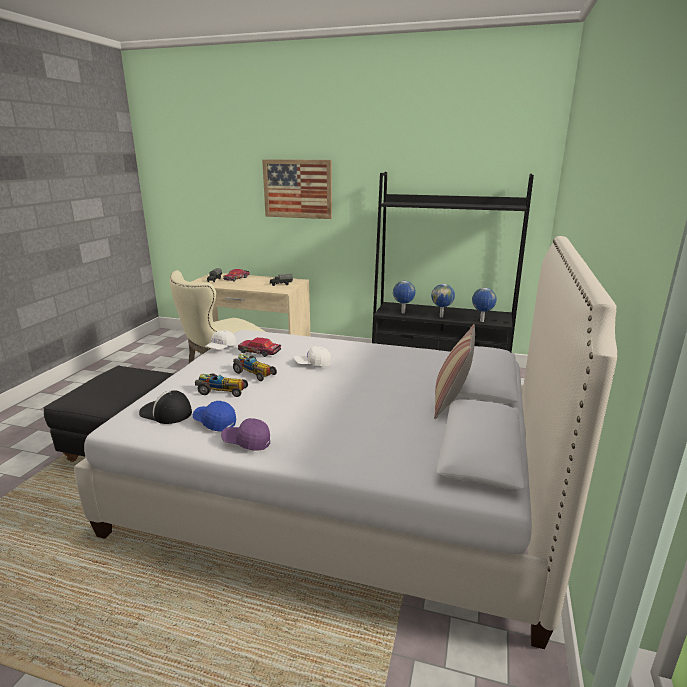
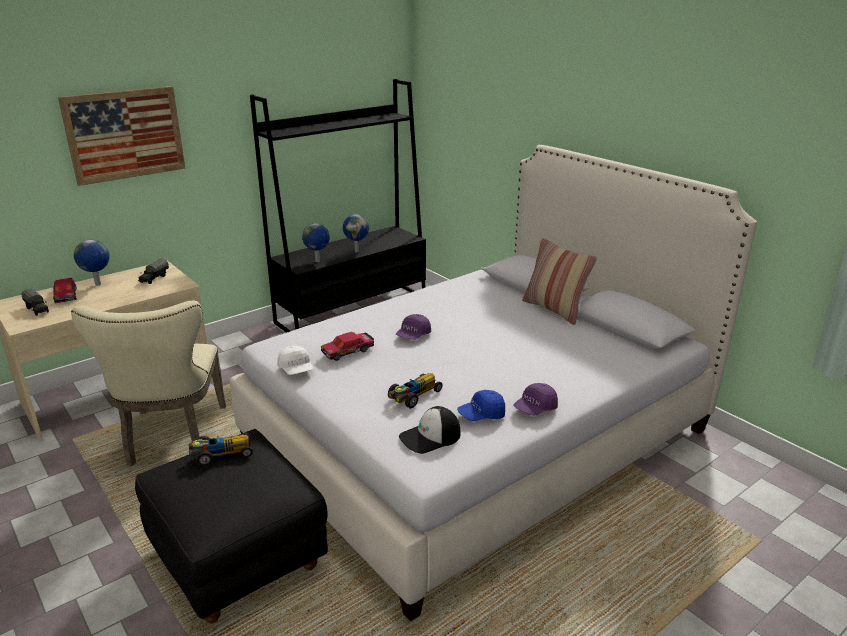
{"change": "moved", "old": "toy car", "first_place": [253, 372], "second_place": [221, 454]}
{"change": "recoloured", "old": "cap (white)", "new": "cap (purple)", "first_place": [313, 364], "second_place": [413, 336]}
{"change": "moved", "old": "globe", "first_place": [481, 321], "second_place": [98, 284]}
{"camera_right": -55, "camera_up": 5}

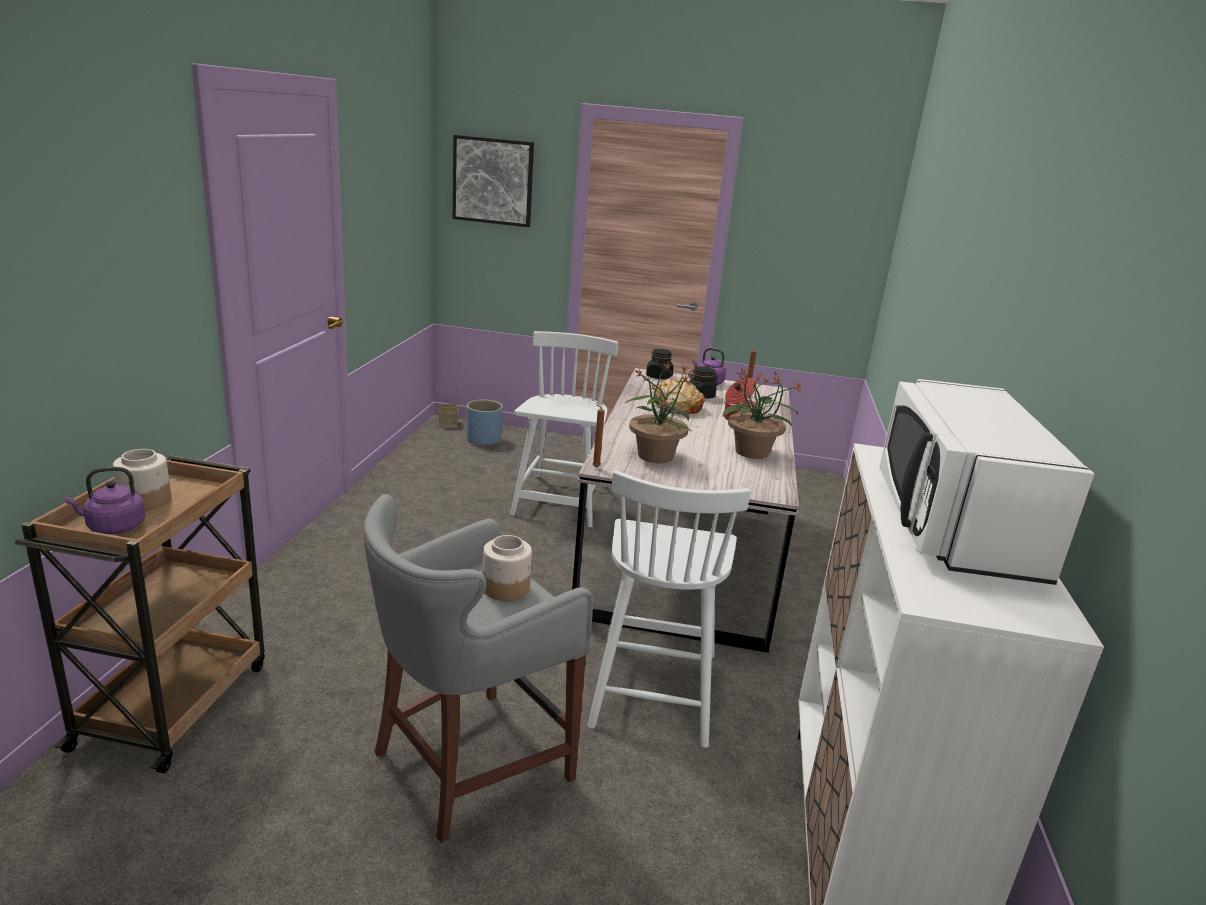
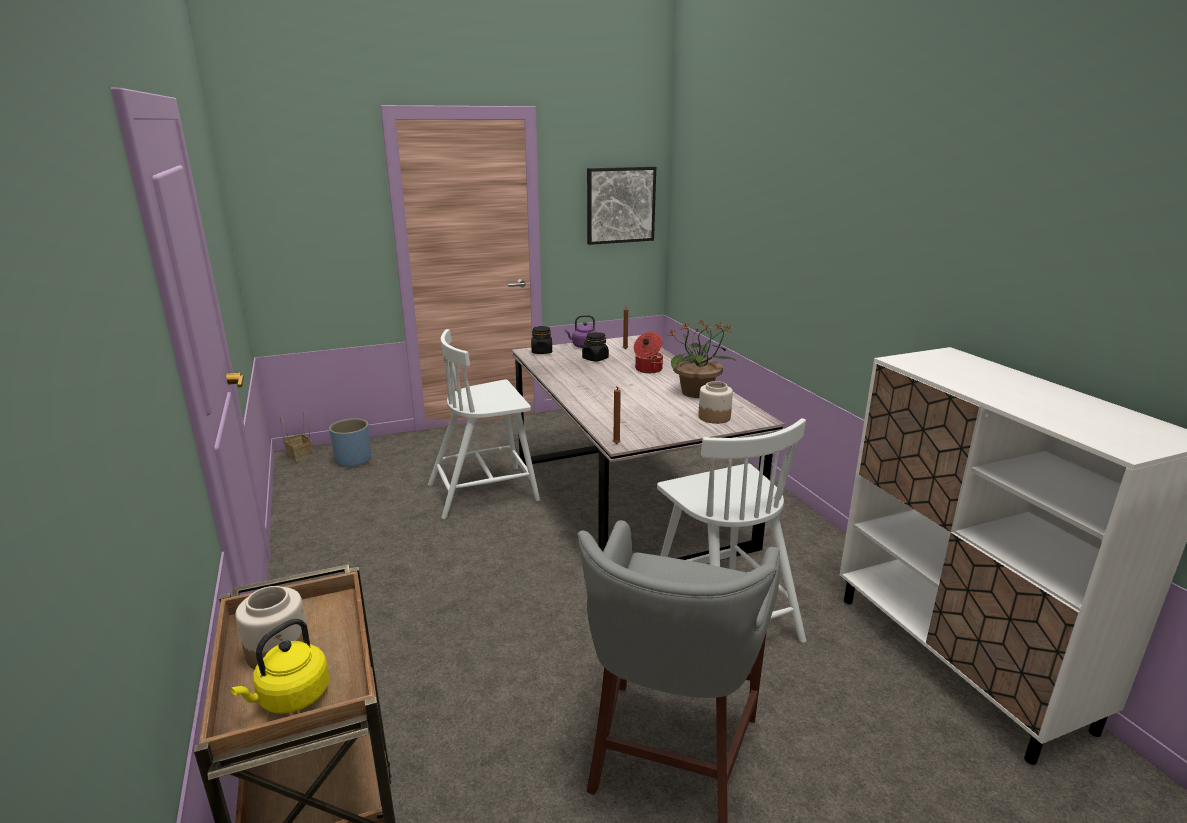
{"change": "recoloured", "old": "kettle (purple)", "new": "kettle (yellow)", "first_place": [113, 527], "second_place": [291, 698]}
{"change": "moved", "old": "picture", "first_place": [493, 181], "second_place": [620, 205]}
{"change": "moved", "old": "jar", "first_place": [506, 588], "second_place": [714, 417]}
{"change": "turned", "old": "chair (white)", "first_place": [561, 501], "second_place": [485, 491], "degrees": -90}
{"change": "removed", "old": "potted plant", "first_place": [655, 455]}
{"change": "removed", "old": "bread", "first_place": [676, 406]}
{"change": "removed", "old": "microwave (white)", "first_place": [951, 525]}
{"camera_right": -30, "camera_up": 0}

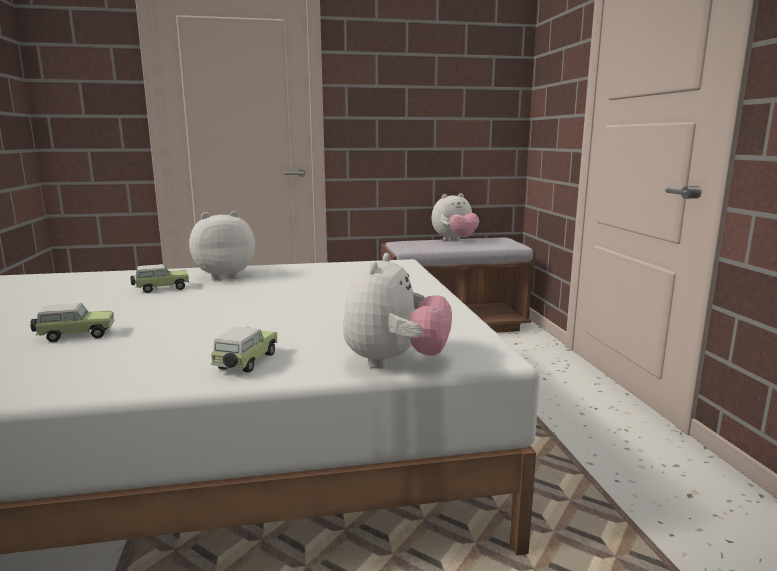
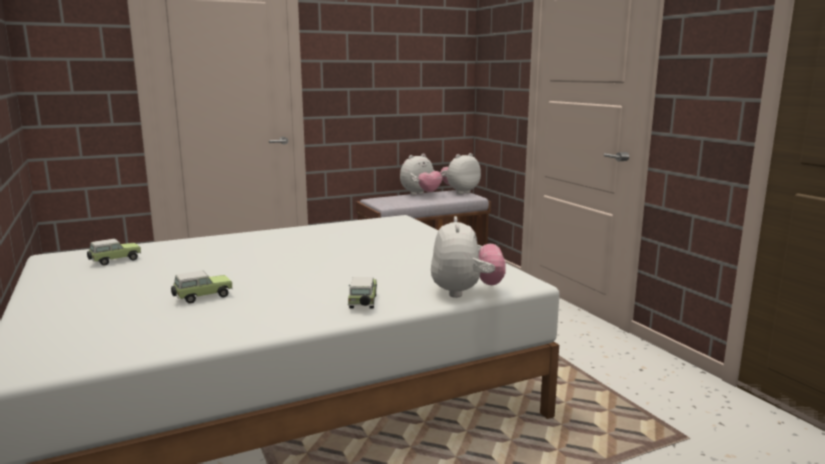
{"change": "moved", "old": "toy car", "first_place": [161, 289], "second_place": [114, 261]}
{"change": "moved", "old": "plush toy", "first_place": [224, 276], "second_place": [459, 192]}
{"camera_right": -15, "camera_up": 0}

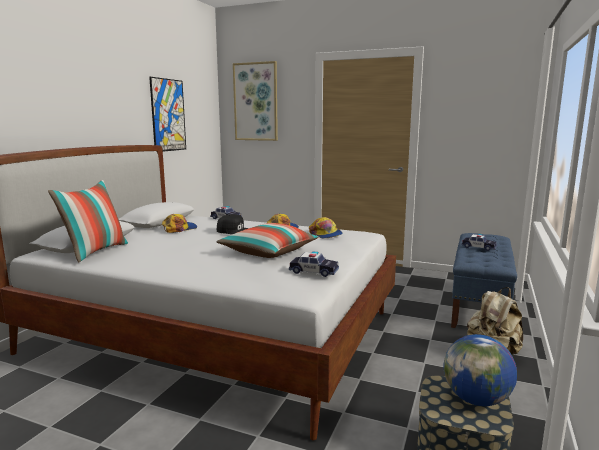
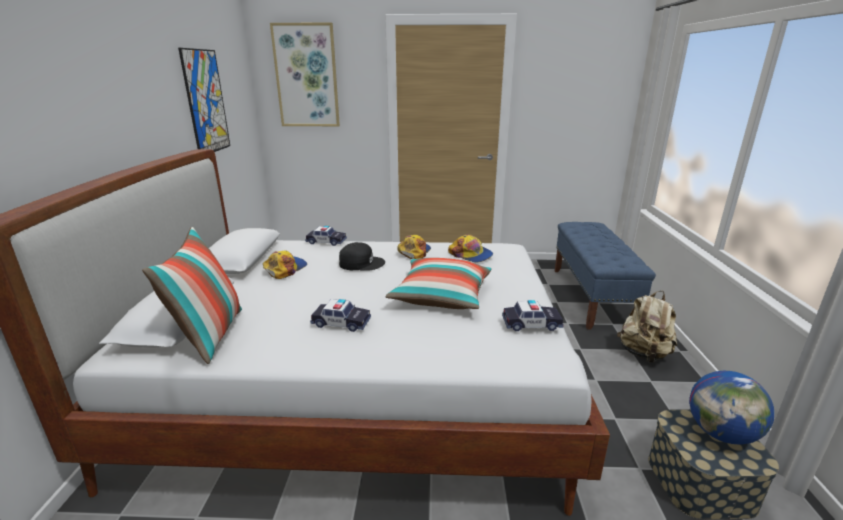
{"change": "moved", "old": "toy car", "first_place": [478, 247], "second_place": [341, 323]}
{"camera_right": -20, "camera_up": 10}

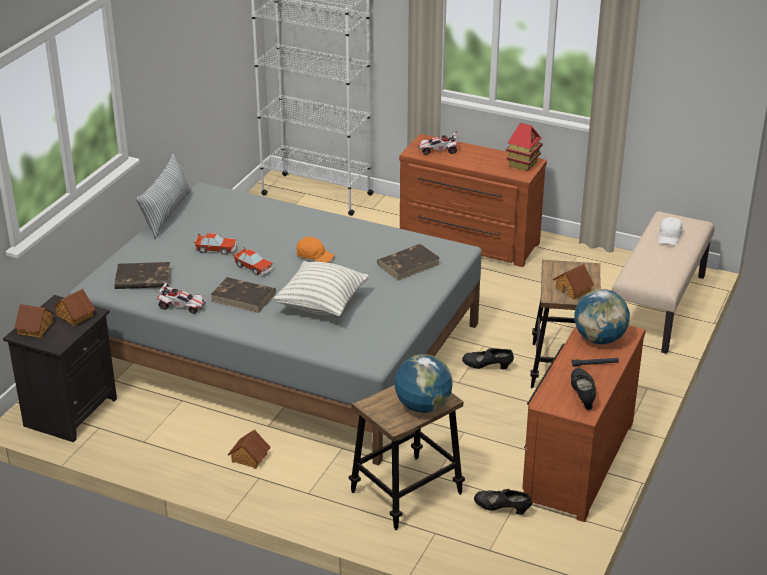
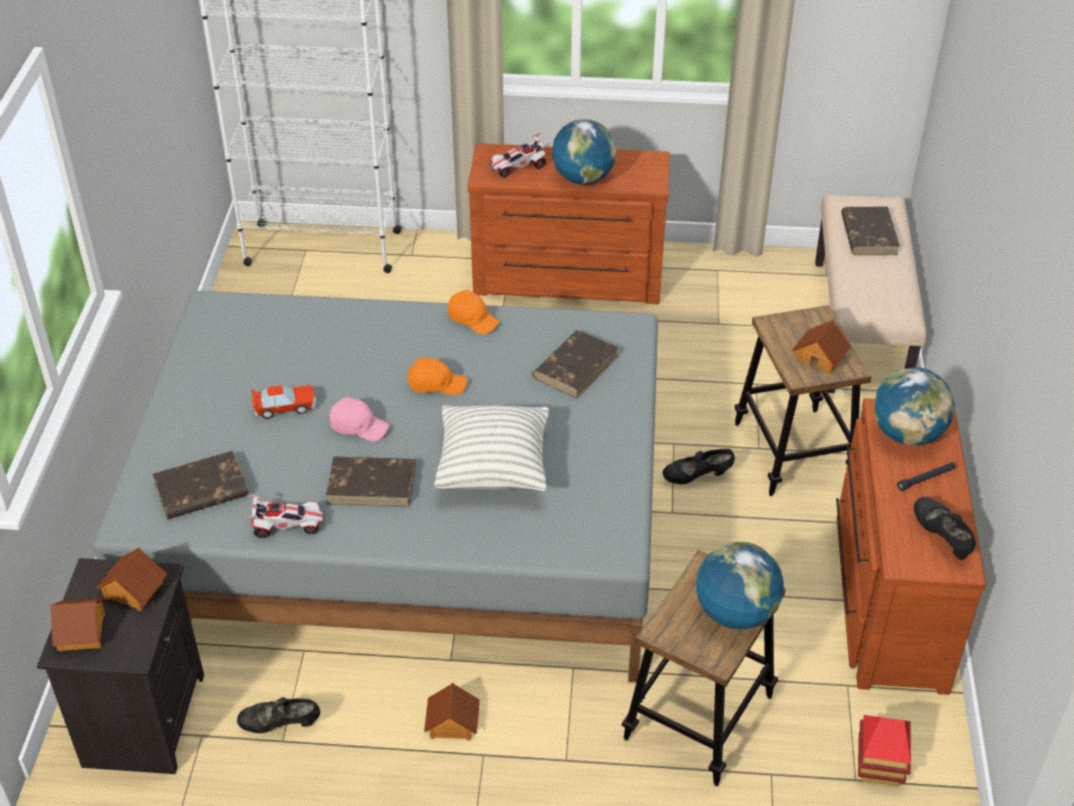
{"change": "removed", "old": "pillow", "first_place": [166, 214]}
{"change": "replaced", "old": "toy car", "new": "cap (pink)", "first_place": [254, 267], "second_place": [358, 426]}
{"change": "moved", "old": "shoe (black)", "first_place": [502, 509], "second_place": [280, 725]}
{"change": "moved", "old": "toy house", "first_place": [523, 164], "second_place": [879, 766]}
{"change": "replaced", "old": "cap (white)", "new": "book (brown)", "first_place": [669, 237], "second_place": [868, 234]}
{"change": "added", "new": "cap (orange)", "second_place": [473, 319]}
{"change": "added", "new": "globe", "second_place": [583, 178]}
{"camera_right": -20, "camera_up": 10}

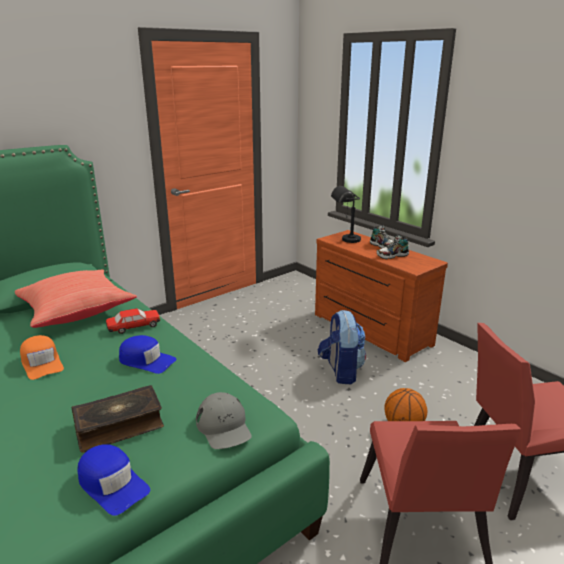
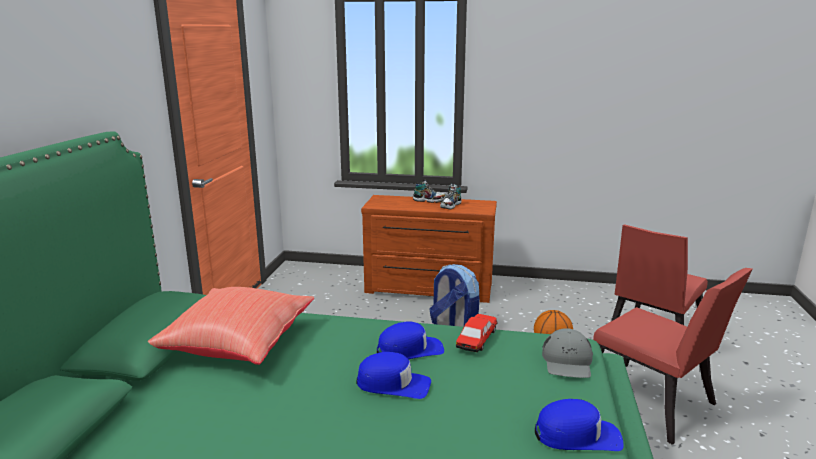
{"change": "removed", "old": "cap (orange)", "first_place": [42, 362]}
{"change": "removed", "old": "book", "first_place": [119, 426]}
{"change": "moved", "old": "toy car", "first_place": [134, 327], "second_place": [476, 340]}
{"change": "turned", "old": "cap (grey)", "first_place": [224, 426], "second_place": [567, 361], "degrees": 75}
{"change": "removed", "old": "table lamp (black)", "first_place": [345, 240]}
{"change": "added", "new": "cap (blue)", "second_place": [393, 384]}
{"camera_right": -40, "camera_up": -5}

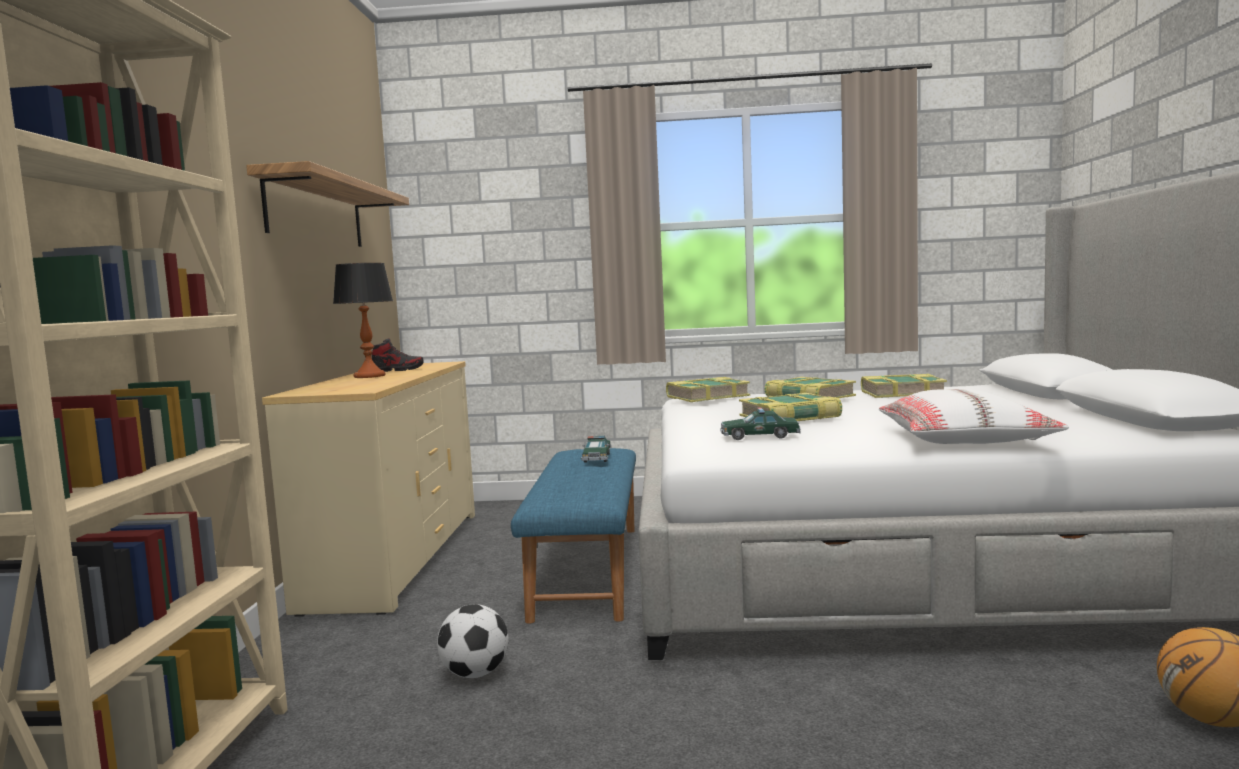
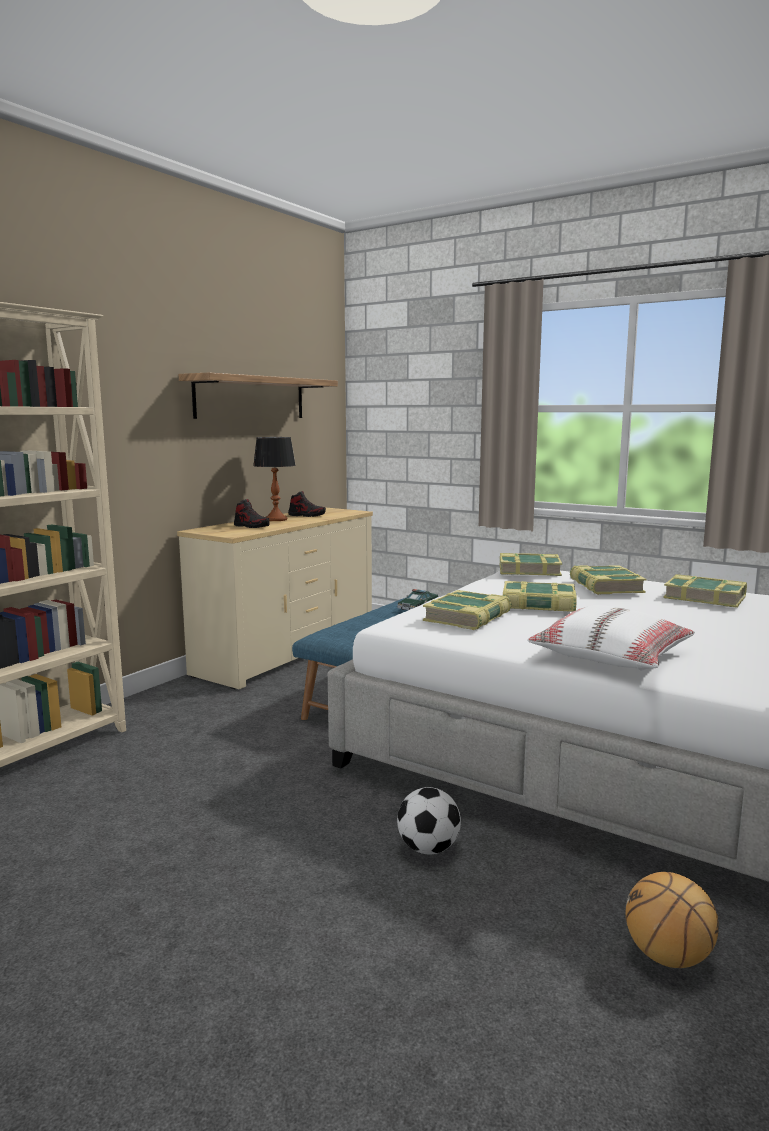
{"change": "moved", "old": "football", "first_place": [475, 674], "second_place": [428, 848]}
{"change": "replaced", "old": "toy car", "new": "book", "first_place": [759, 436], "second_place": [468, 617]}
{"change": "added", "new": "shoe", "second_place": [251, 526]}
{"camera_right": 30, "camera_up": 5}

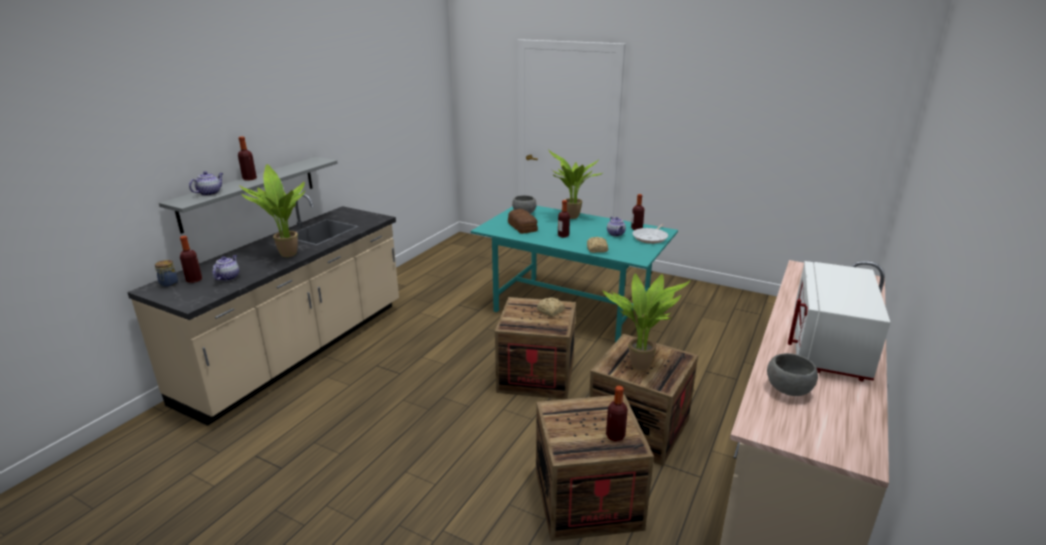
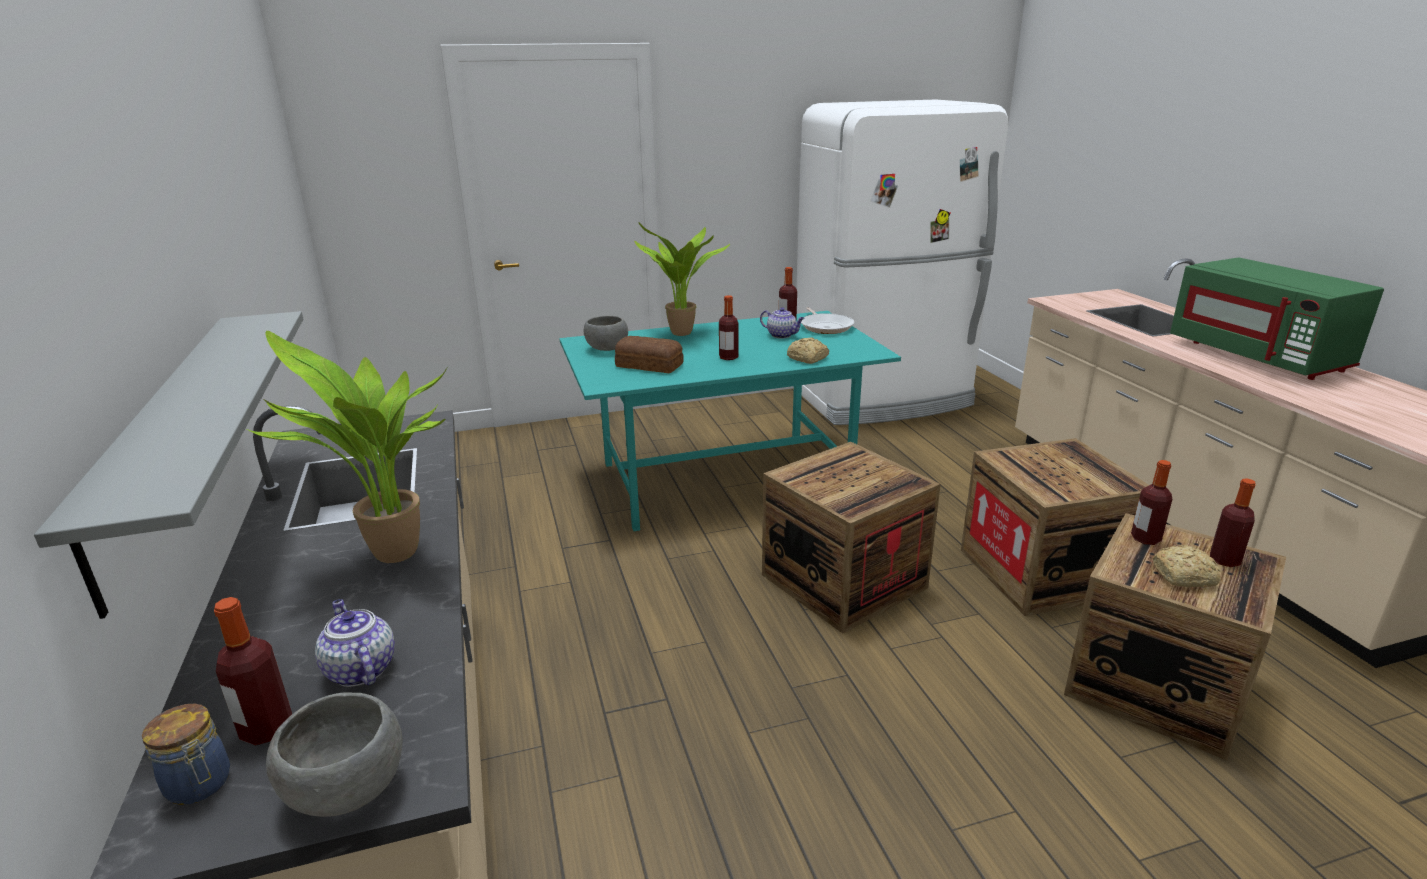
{"change": "removed", "old": "teapot", "first_place": [210, 193]}
{"change": "moved", "old": "bottle", "first_place": [249, 179], "second_place": [1145, 539]}
{"change": "moved", "old": "bread", "first_place": [551, 311], "second_place": [1185, 577]}
{"change": "removed", "old": "potted plant", "first_place": [641, 364]}
{"change": "moved", "old": "bowl (grey)", "first_place": [787, 390], "second_place": [346, 790]}
{"change": "recoloured", "old": "microwave (white)", "new": "microwave (green)", "first_place": [829, 347], "second_place": [1258, 356]}
{"change": "added", "new": "fridge (white)", "second_place": [883, 398]}
{"camera_right": -45, "camera_up": 0}

